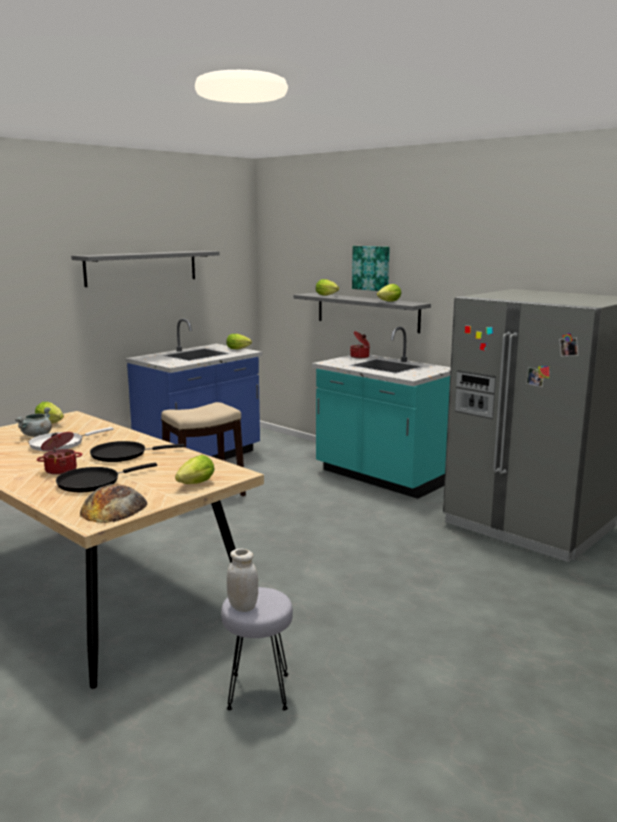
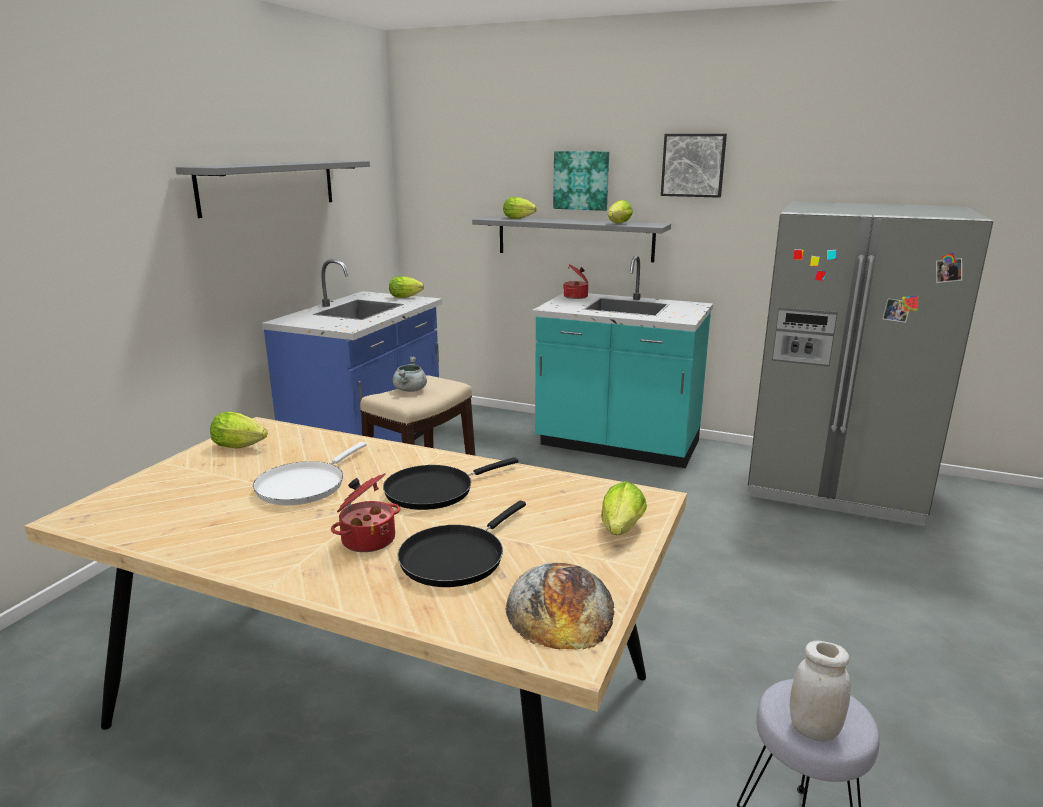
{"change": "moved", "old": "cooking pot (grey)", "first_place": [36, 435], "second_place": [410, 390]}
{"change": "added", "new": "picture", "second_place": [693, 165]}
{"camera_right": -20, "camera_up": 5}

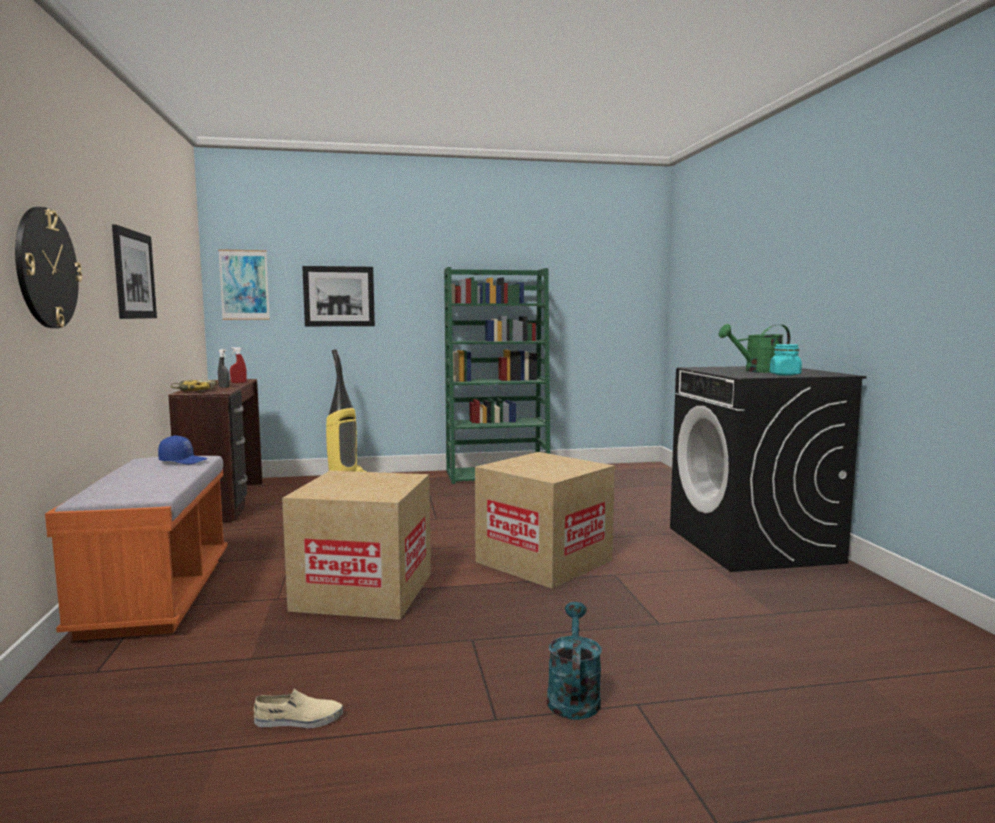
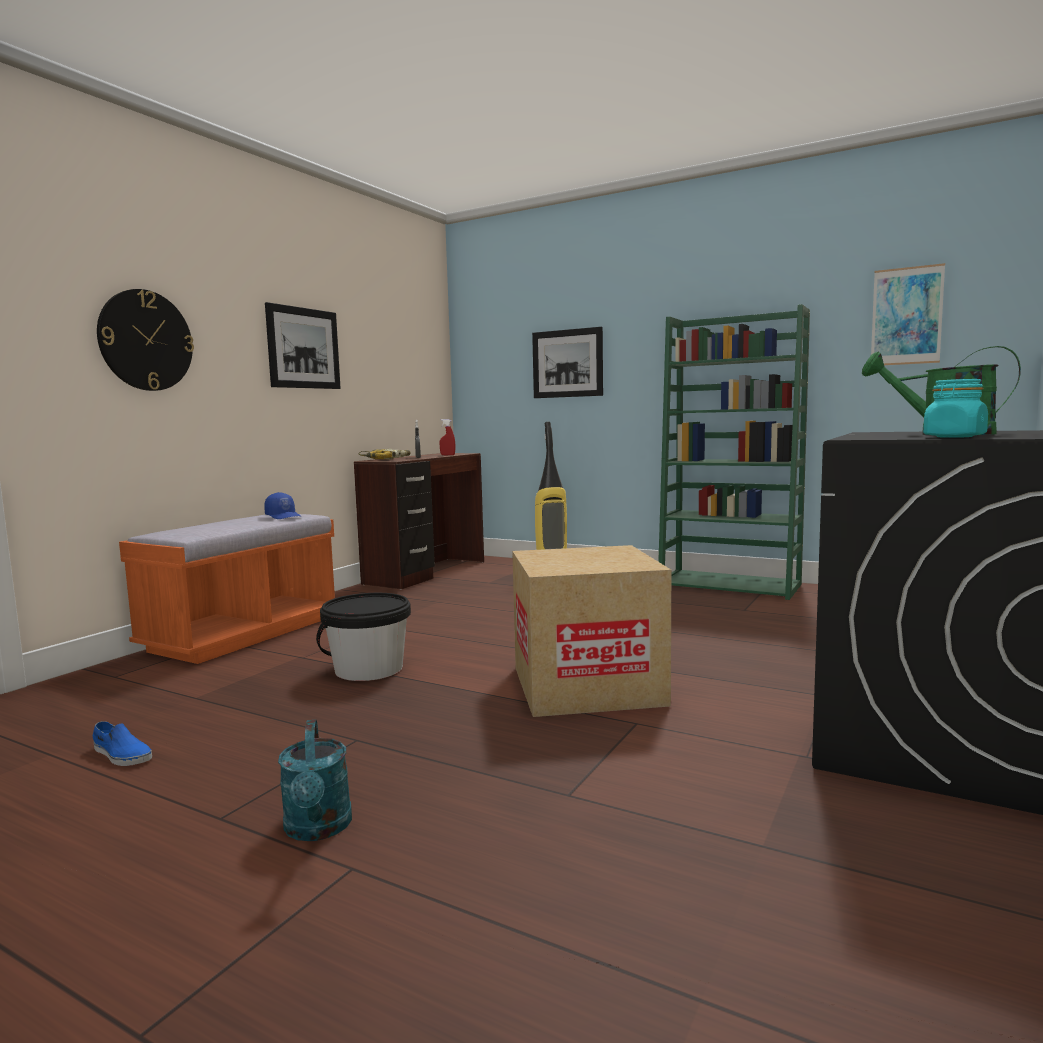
{"change": "moved", "old": "picture", "first_place": [244, 285], "second_place": [906, 316]}
{"change": "recoloured", "old": "shoe (beige)", "new": "shoe (blue)", "first_place": [298, 720], "second_place": [121, 755]}
{"change": "replaced", "old": "cardboard box", "new": "bucket (black)", "first_place": [363, 591], "second_place": [369, 669]}
{"change": "turned", "old": "watering can (turquoise)", "first_place": [573, 695], "second_place": [318, 829], "degrees": 120}
{"camera_right": 40, "camera_up": 0}

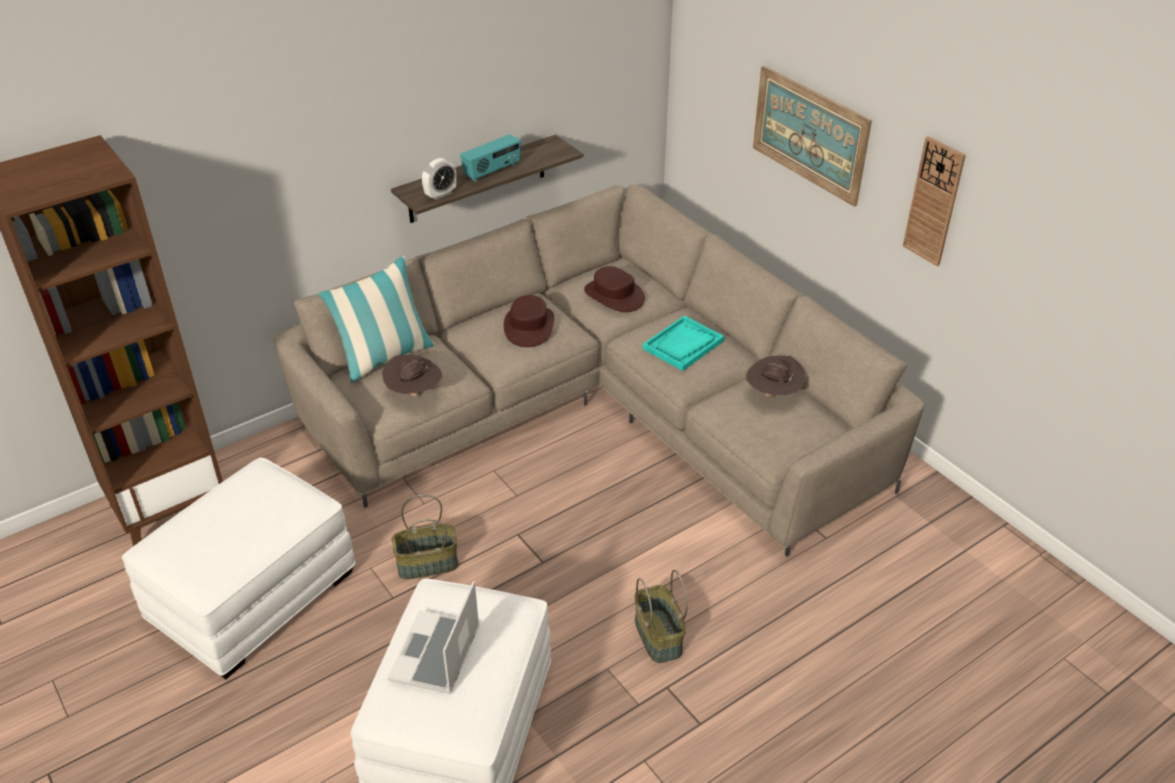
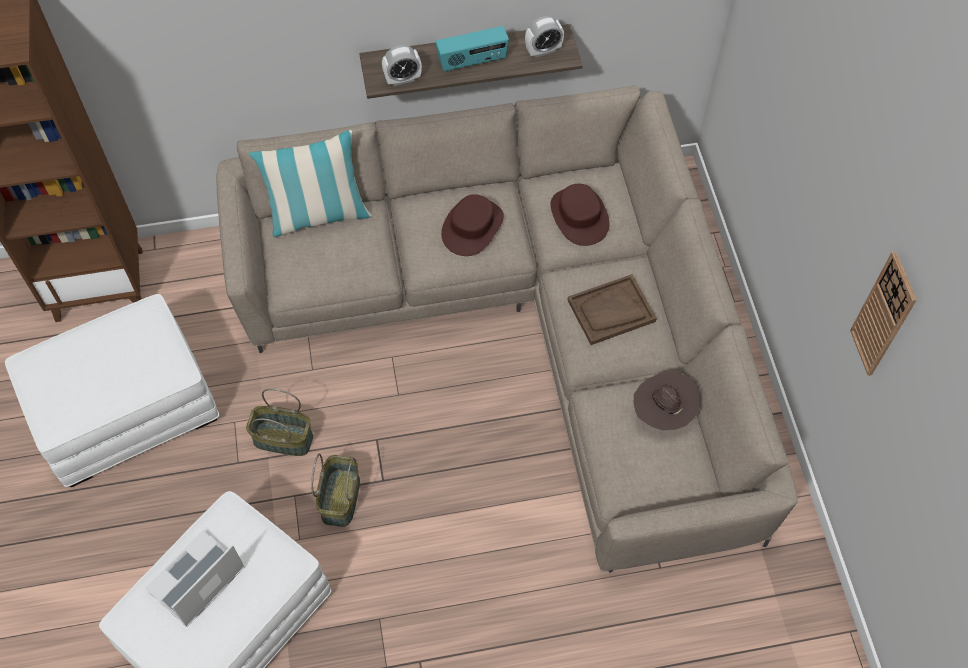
{"change": "removed", "old": "hat (brown)", "first_place": [414, 393]}
{"change": "moved", "old": "basket", "first_place": [657, 636], "second_place": [340, 497]}
{"change": "recoloured", "old": "tray (turquoise)", "new": "tray (brown)", "first_place": [683, 345], "second_place": [611, 311]}
{"change": "removed", "old": "picture", "first_place": [809, 134]}
{"change": "added", "new": "alarm clock", "second_place": [543, 50]}
{"camera_right": 25, "camera_up": 20}

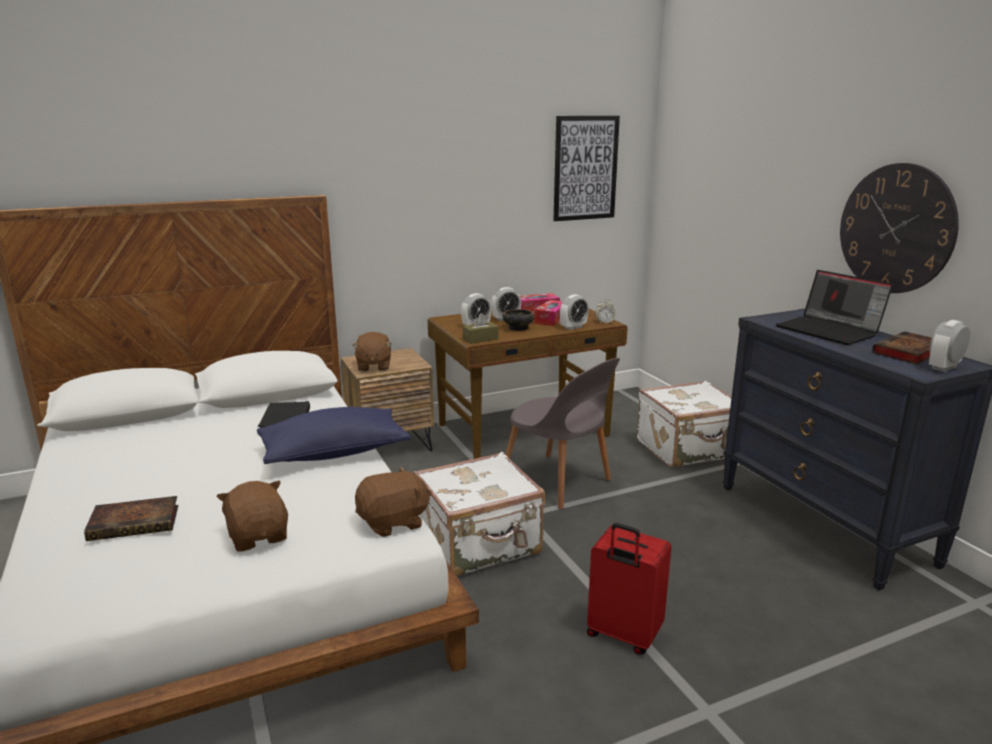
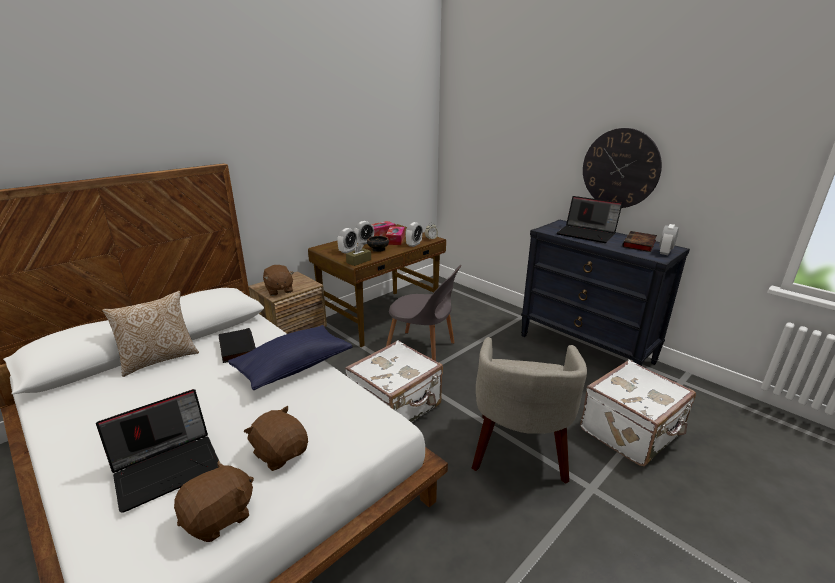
{"change": "replaced", "old": "book", "new": "laptop", "first_place": [137, 522], "second_place": [168, 467]}
{"change": "moved", "old": "plush toy (brown)", "first_place": [393, 522], "second_place": [219, 517]}
{"change": "removed", "old": "picture", "first_place": [585, 168]}
{"change": "replaced", "old": "suitcase (red)", "new": "armchair (beige)", "first_place": [623, 635], "second_place": [518, 450]}
{"change": "moved", "old": "suitcase (white)", "first_place": [688, 449], "second_place": [632, 432]}
{"change": "added", "new": "pillow", "second_place": [159, 359]}
{"camera_right": -20, "camera_up": 5}

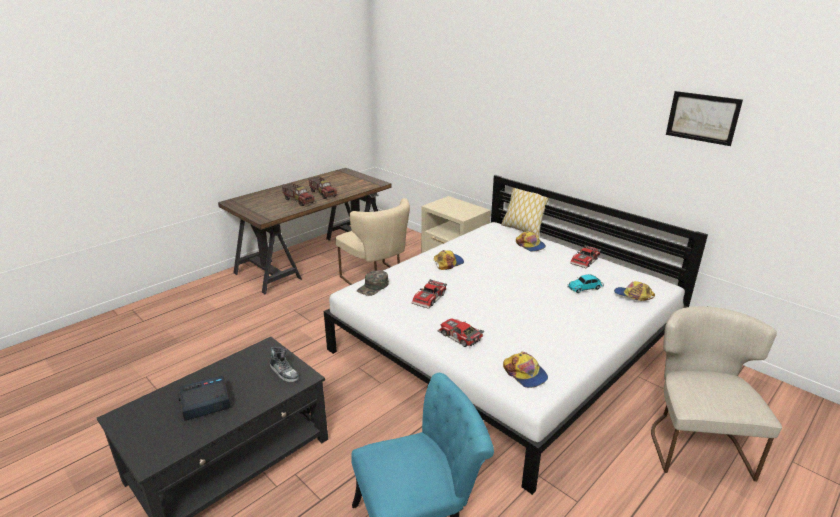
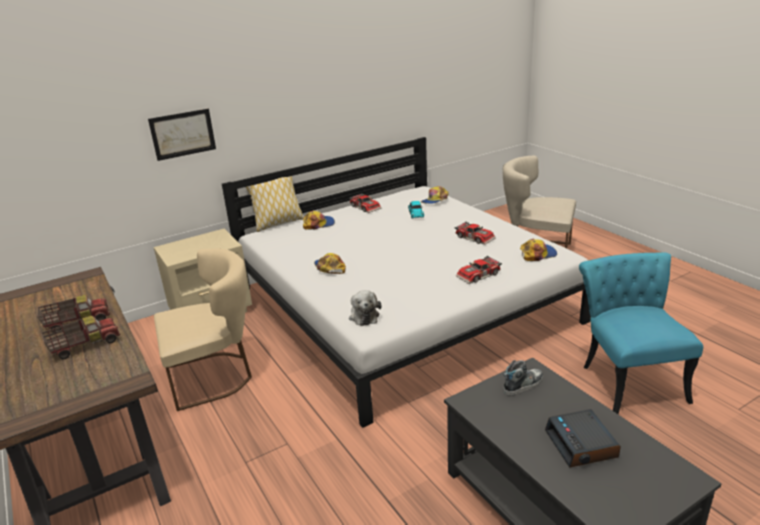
{"change": "replaced", "old": "cap (green)", "new": "plush toy", "first_place": [373, 287], "second_place": [364, 315]}
{"change": "moved", "old": "toy car", "first_place": [430, 298], "second_place": [475, 237]}
{"change": "moved", "old": "picture", "first_place": [702, 117], "second_place": [183, 134]}
{"camera_right": -75, "camera_up": 0}

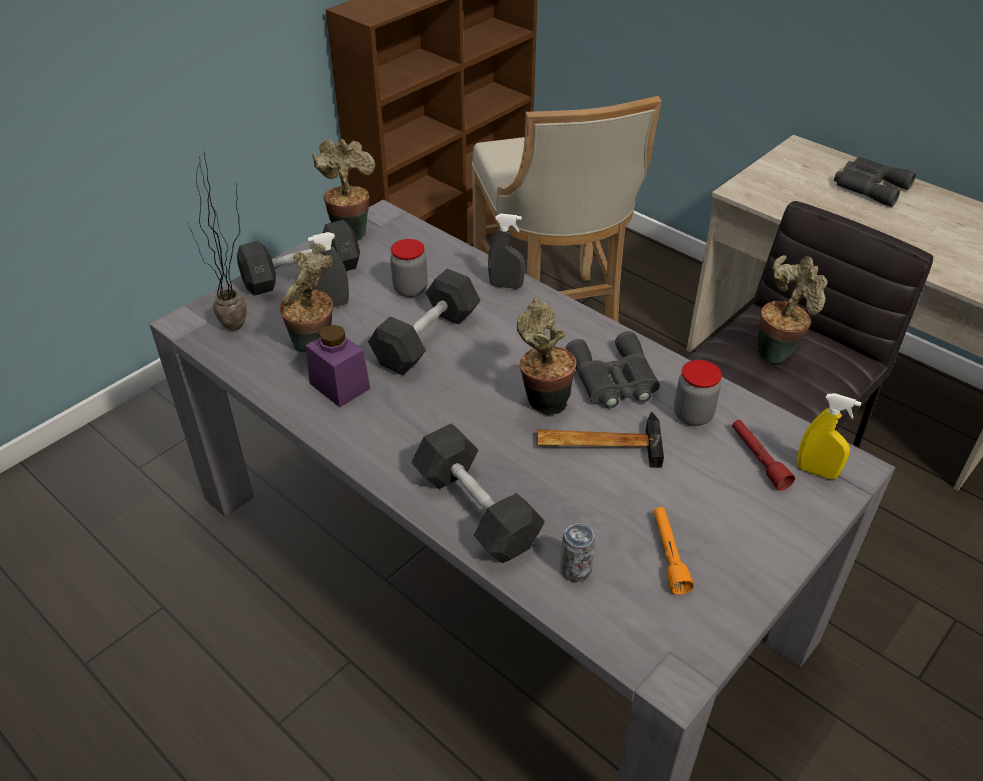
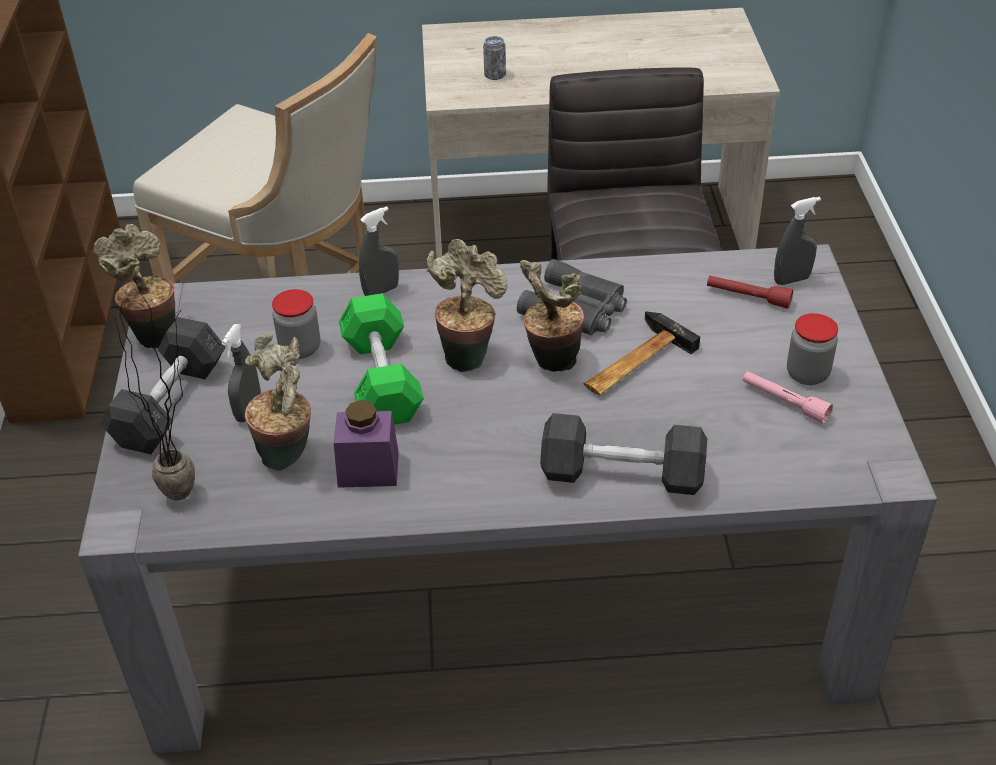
{"change": "recoloured", "old": "dumbbell (grey)", "new": "dumbbell (green)", "first_place": [426, 338], "second_place": [382, 379]}
{"change": "moved", "old": "can", "first_place": [575, 570], "second_place": [495, 75]}
{"change": "recoloured", "old": "flashlight (orange)", "new": "flashlight (pink)", "first_place": [668, 555], "second_place": [784, 402]}
{"change": "moved", "old": "jar", "first_place": [692, 415], "second_place": [807, 374]}
{"change": "moved", "old": "potted plant", "first_place": [778, 351], "second_place": [468, 354]}
{"change": "recoloured", "old": "spray bottle (yellow)", "new": "spray bottle (grey)", "first_place": [816, 471], "second_place": [791, 280]}
{"change": "removed", "old": "binoculars (grey)", "first_place": [868, 186]}
{"camera_right": -45, "camera_up": 0}

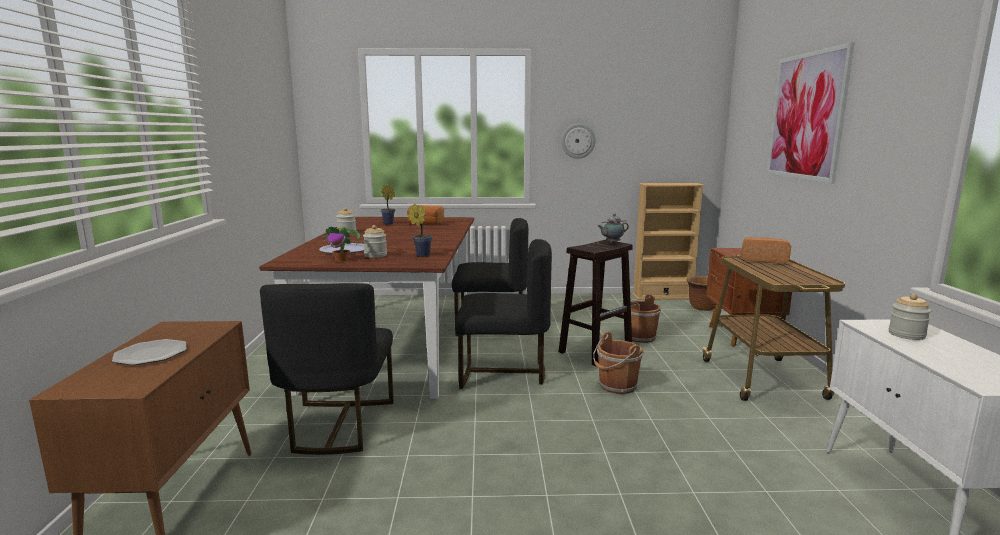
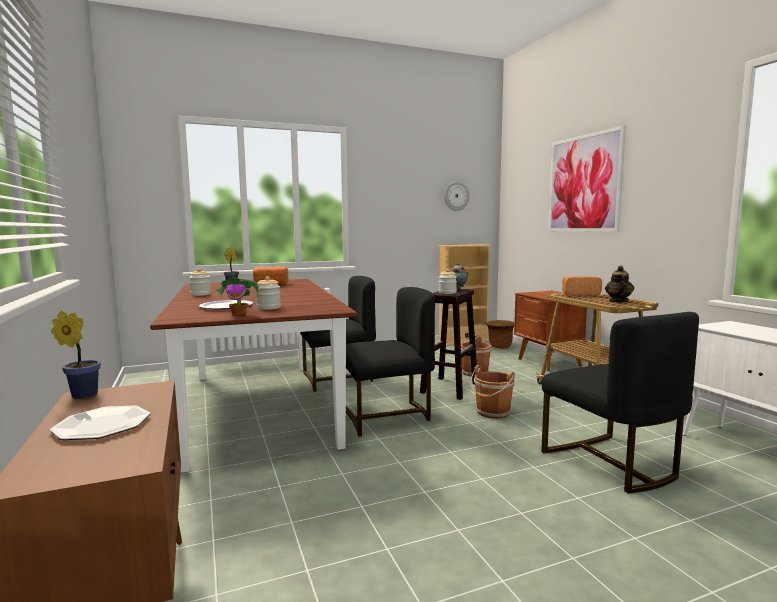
{"change": "moved", "old": "chair (black)", "first_place": [338, 426], "second_place": [611, 463]}
{"change": "moved", "old": "potted plant", "first_place": [421, 255], "second_place": [81, 395]}
{"change": "moved", "old": "wall clock", "first_place": [578, 141], "second_place": [456, 196]}
{"change": "moved", "old": "jar", "first_place": [906, 335], "second_place": [447, 293]}
{"change": "added", "new": "teapot", "second_place": [618, 301]}
{"camera_right": -20, "camera_up": -5}

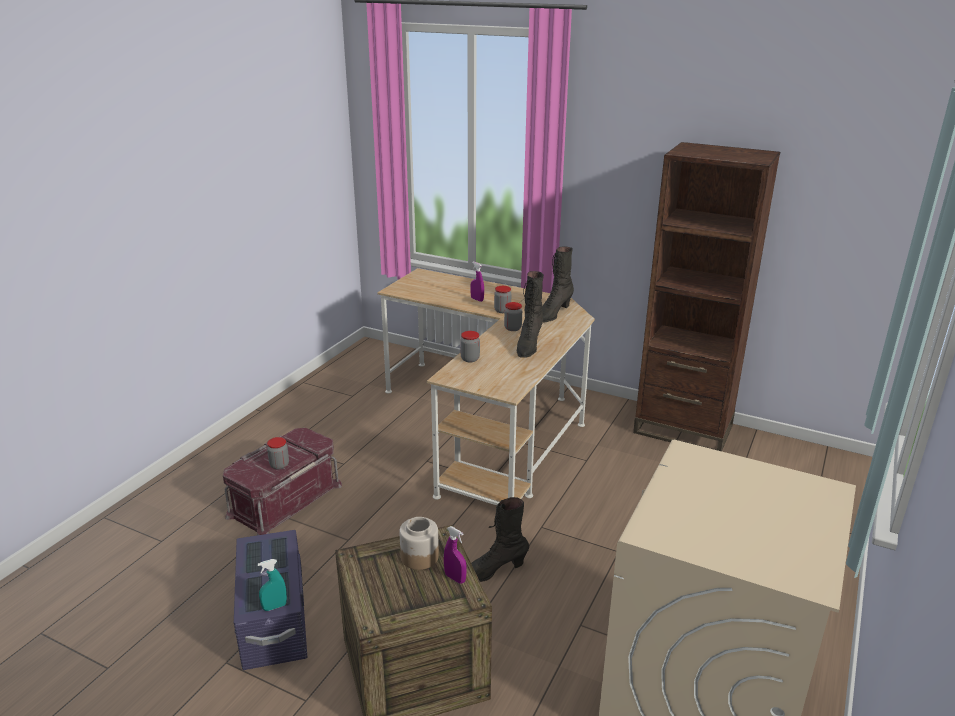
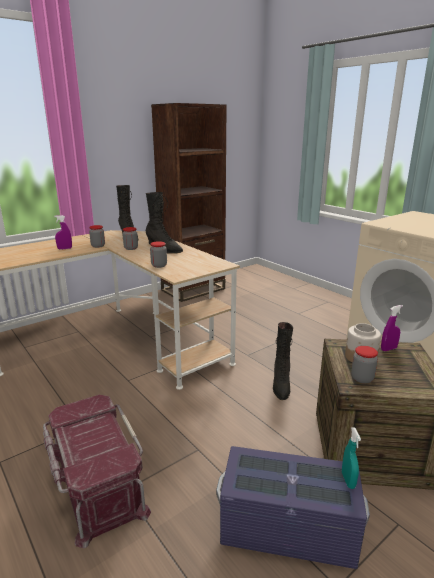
{"change": "moved", "old": "jar", "first_place": [279, 465], "second_place": [362, 378]}
{"camera_right": -65, "camera_up": -5}

